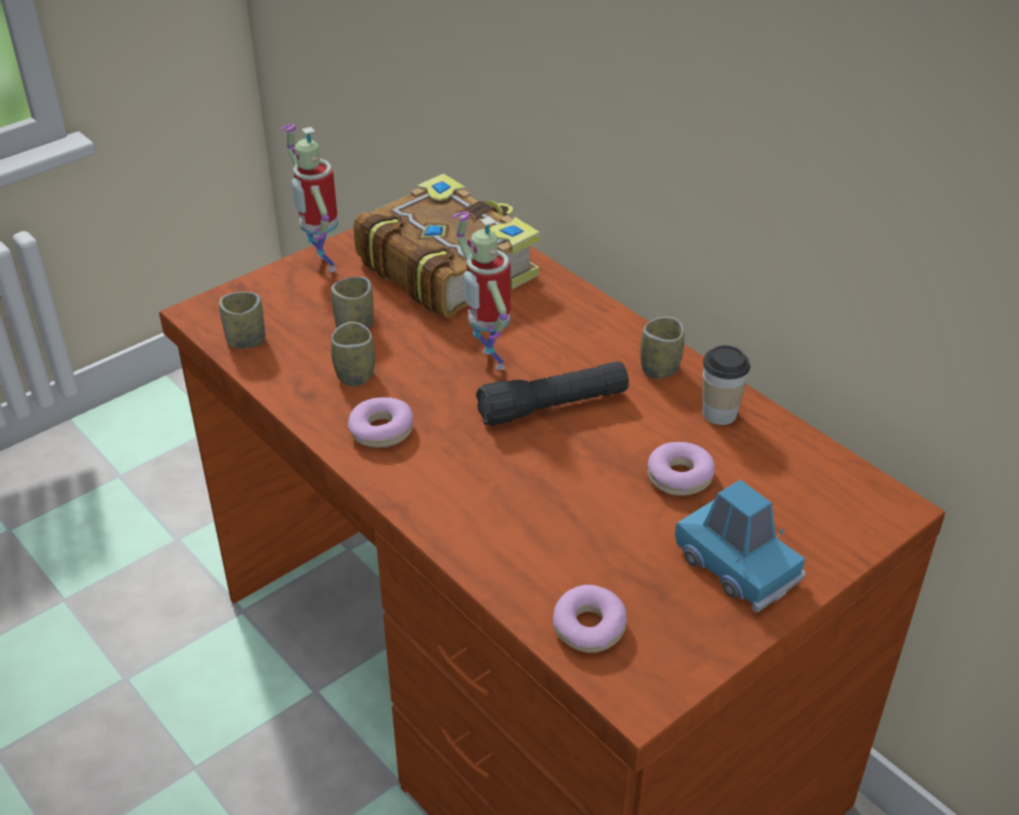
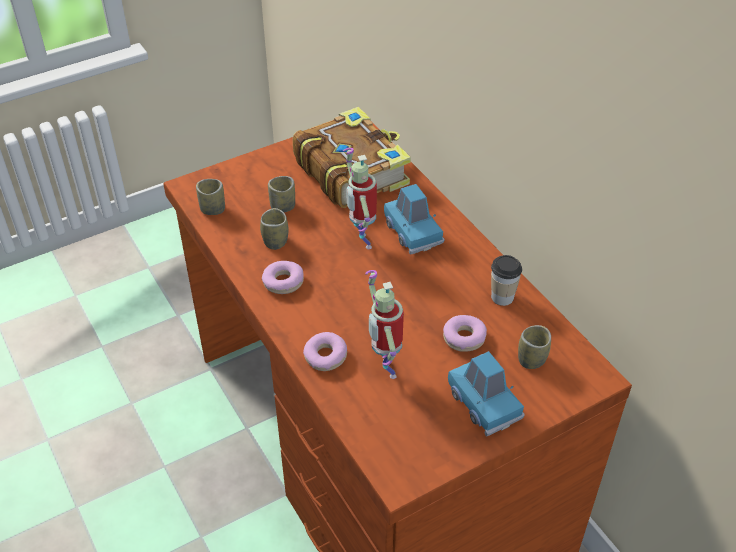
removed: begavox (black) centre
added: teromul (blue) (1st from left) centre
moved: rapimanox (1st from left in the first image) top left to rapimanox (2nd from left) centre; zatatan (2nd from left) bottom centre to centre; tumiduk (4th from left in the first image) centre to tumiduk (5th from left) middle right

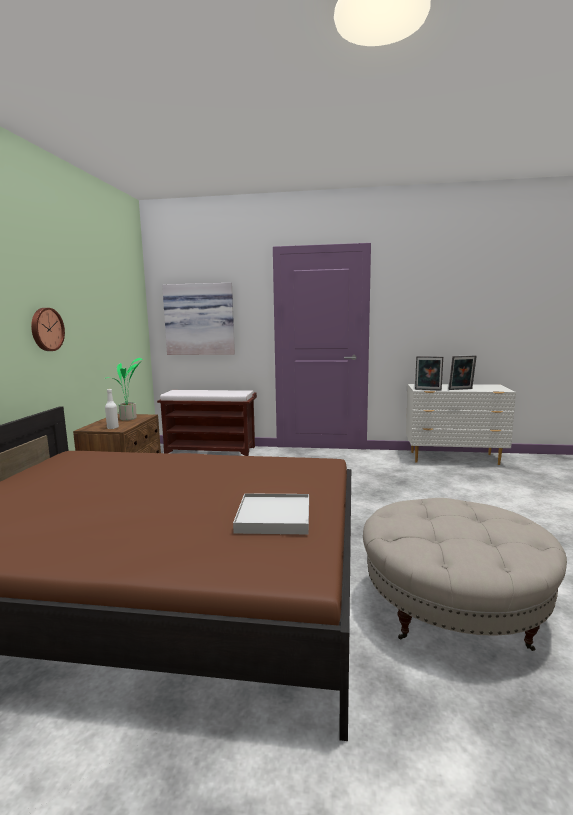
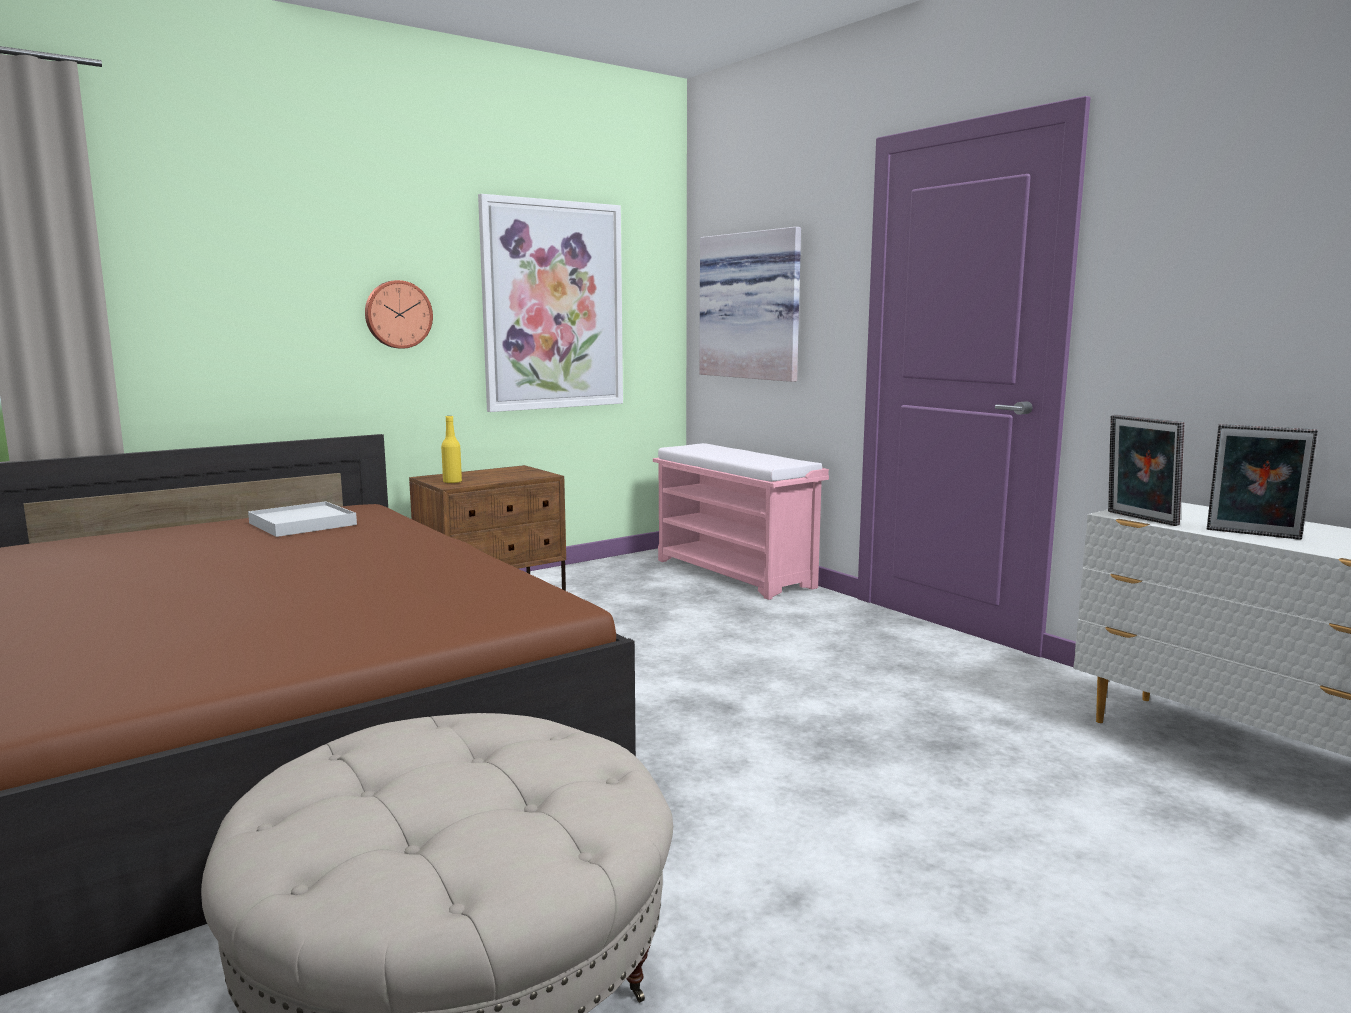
removed: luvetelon middle left
added: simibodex (1st from left) top centre
moved: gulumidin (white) centre to middle left
recoloured: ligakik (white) middle left to ligakik (yellow) centre; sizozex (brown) centre to sizozex (pink) centre

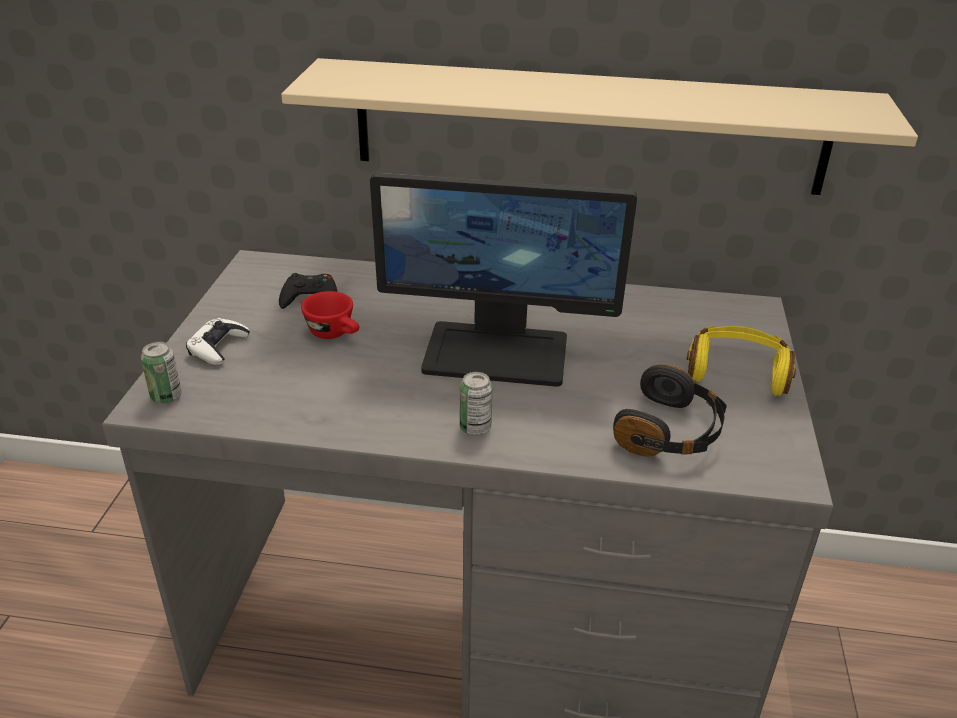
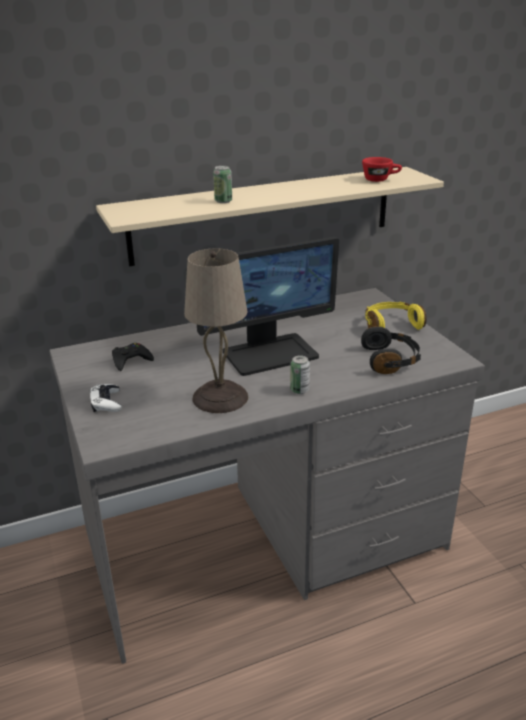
added: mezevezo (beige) centre
moved: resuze (1st from left) middle left to top centre; tumiduk (red) centre to top right

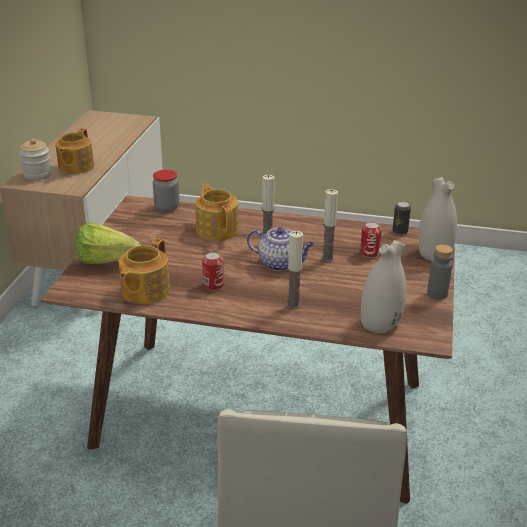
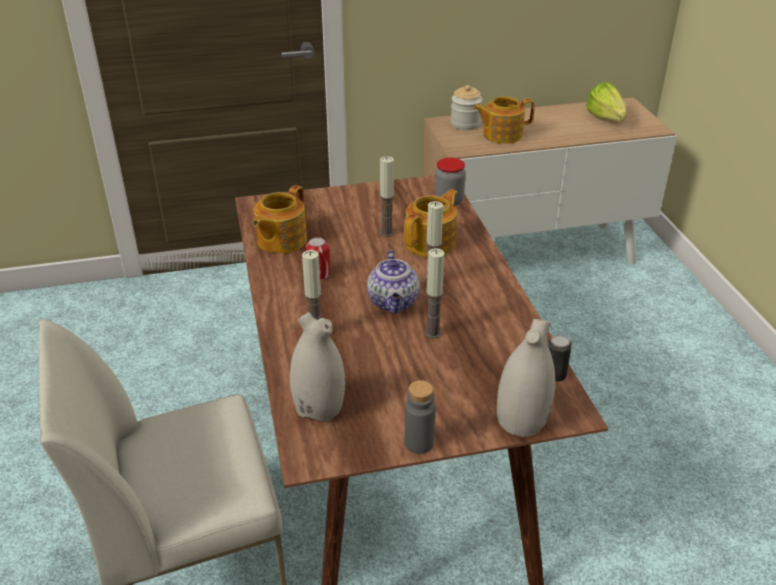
removed: resuze (2nd from left) middle right
added: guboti (2nd from left) centre
moved: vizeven middle left to top right
turned: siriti (2nd from left in the first image) middle left = centre 60 degrees counterclockwise

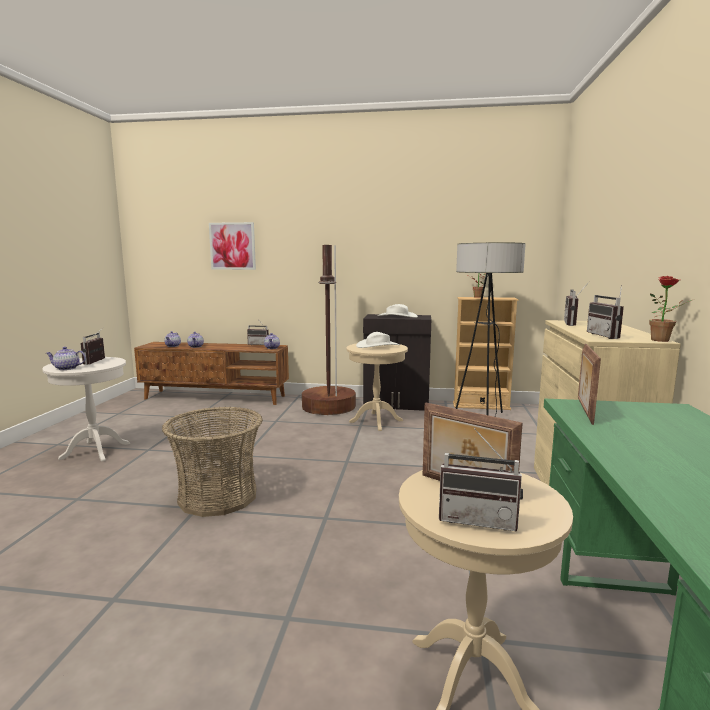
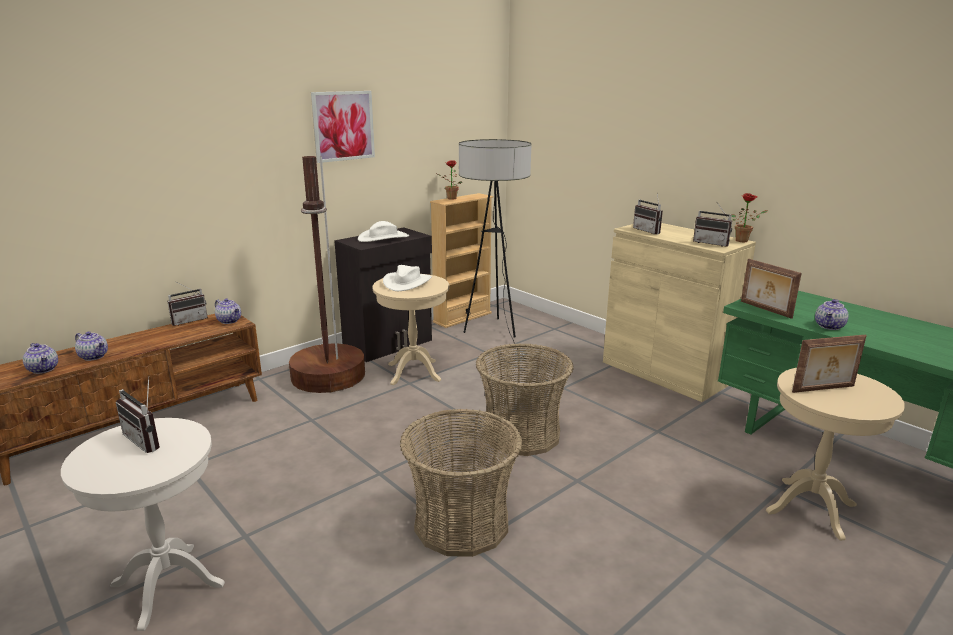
removed: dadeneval (3rd from left) bottom right
added: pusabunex (2nd from left) centre
moved: siriti (1st from left in the first image) middle left to siriti (4th from left) middle right; simibodex middle left to top centre

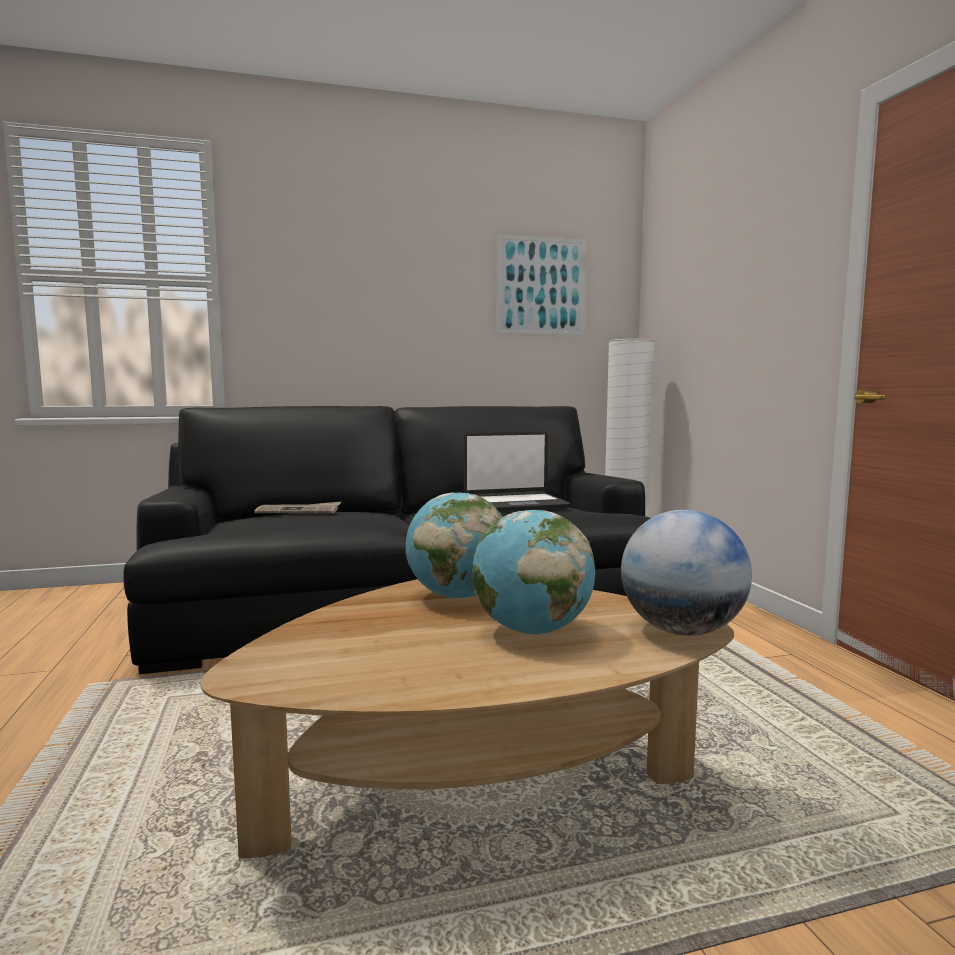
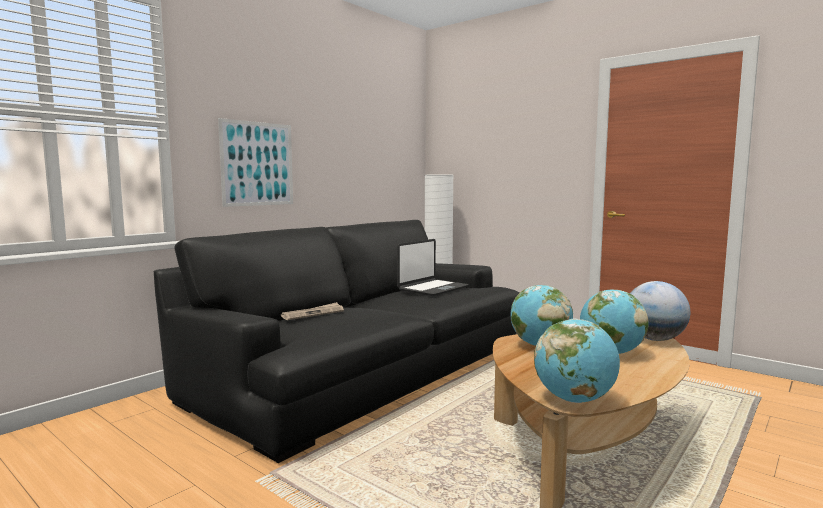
added: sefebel (2nd from left) bottom right
moved: simibodex top centre to top left

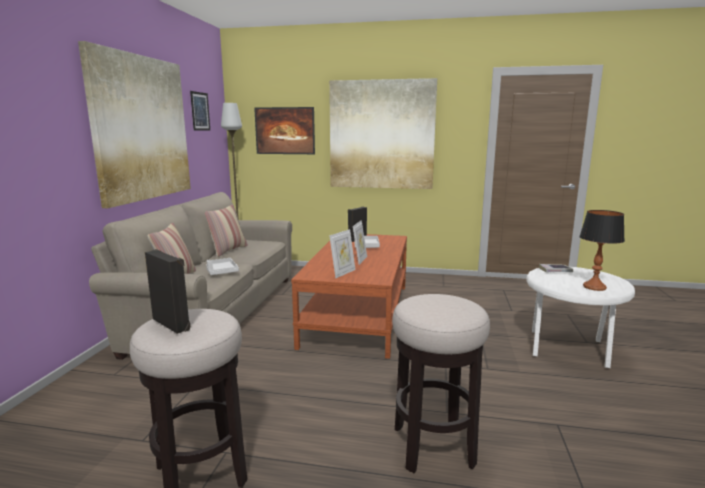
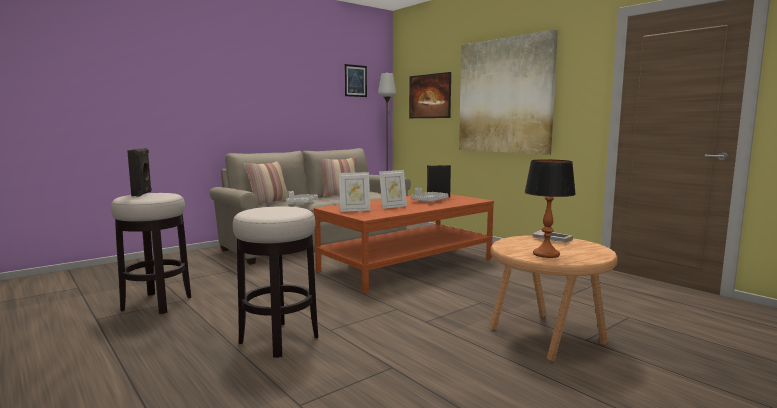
removed: simibodex (1st from left) top left
recoloured: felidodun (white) middle right to felidodun (brown) bottom right

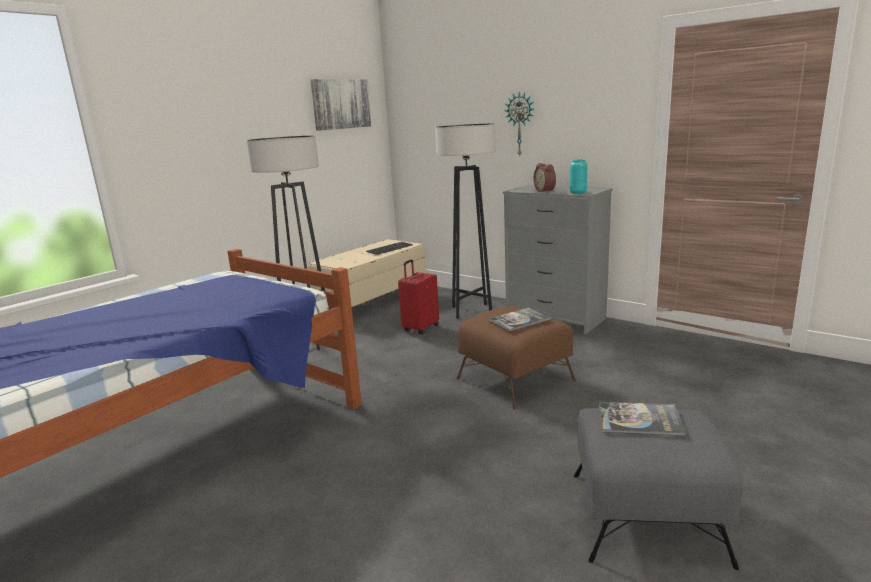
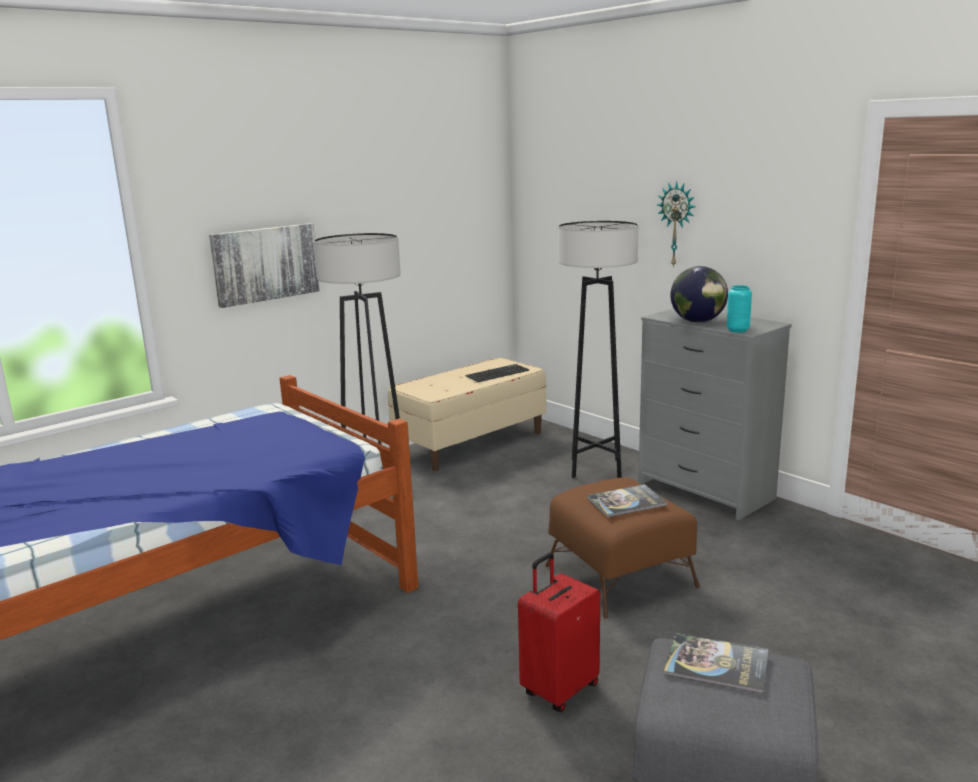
moved: simibodex top centre to middle left; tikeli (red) centre to bottom centre
replaced: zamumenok top centre to sefebel middle right

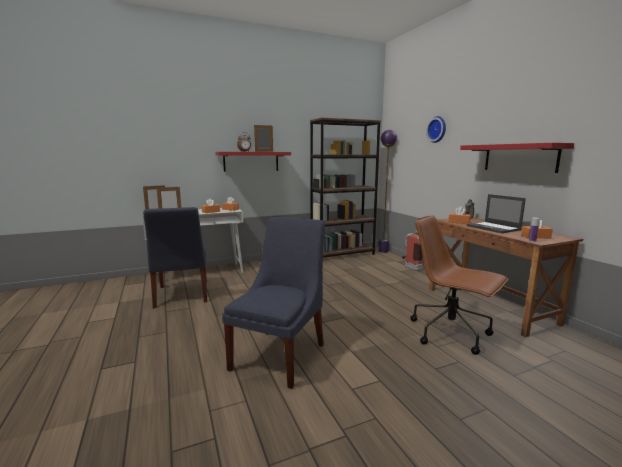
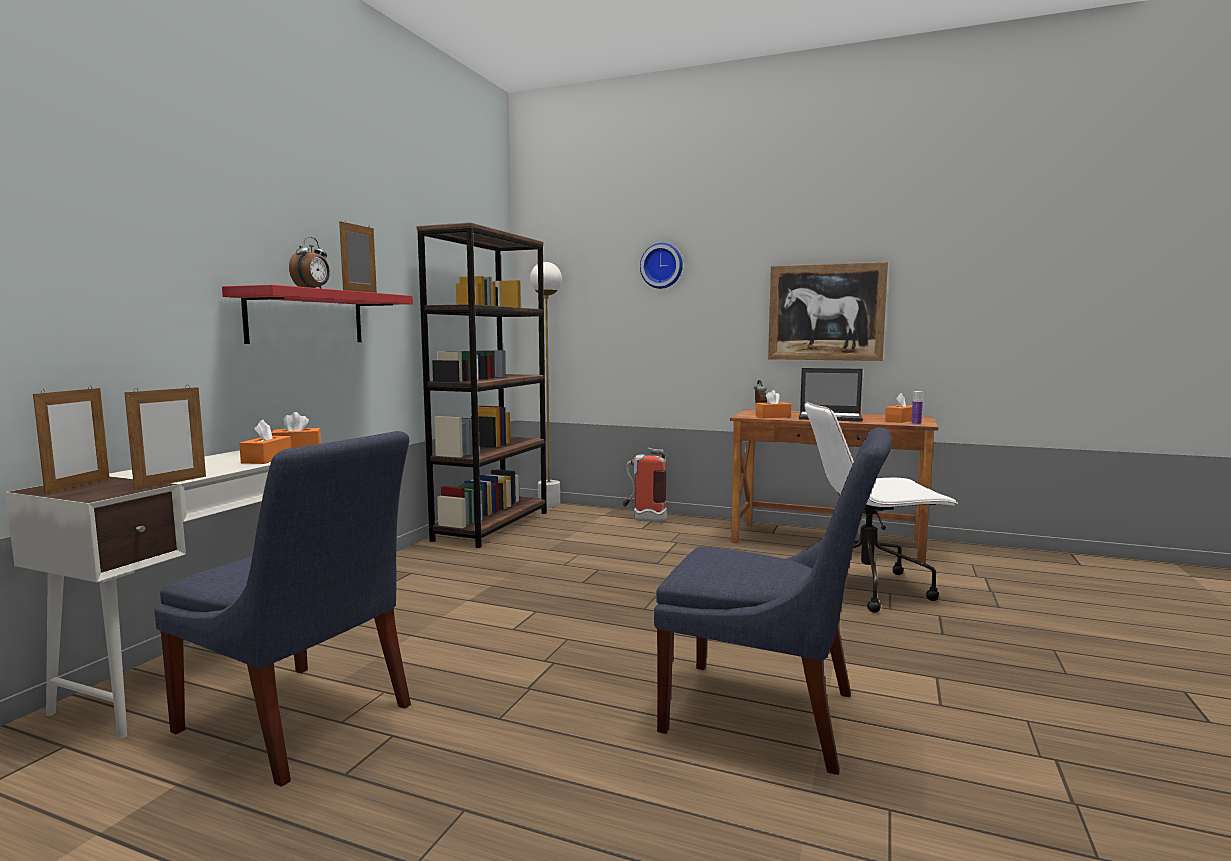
replaced: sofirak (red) (2nd from left) middle right to simibodex middle right
recoloured: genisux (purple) centre to genisux (white) centre; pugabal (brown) middle right to pugabal (white) middle right
turned: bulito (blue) (2nd from left) centre = bottom centre 135 degrees clockwise

